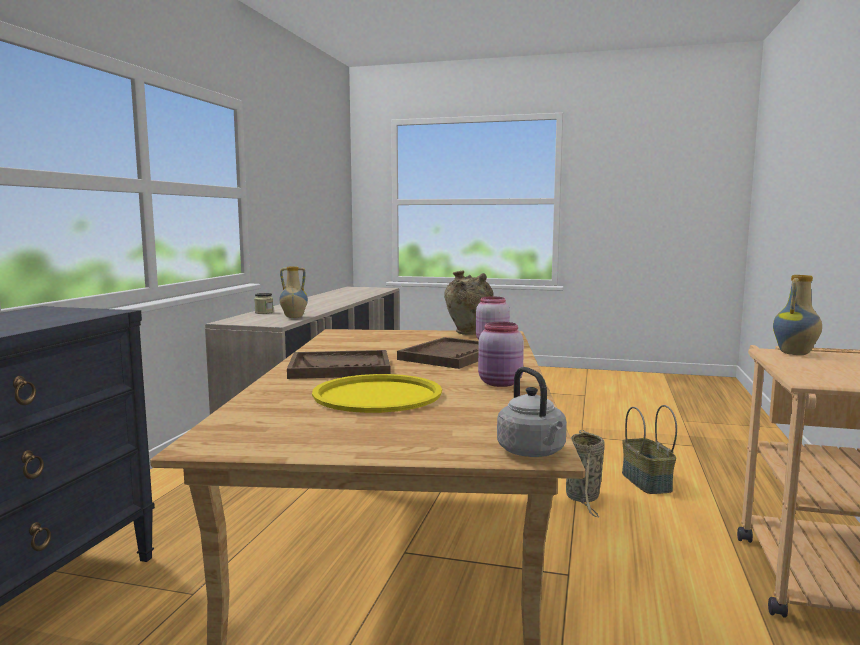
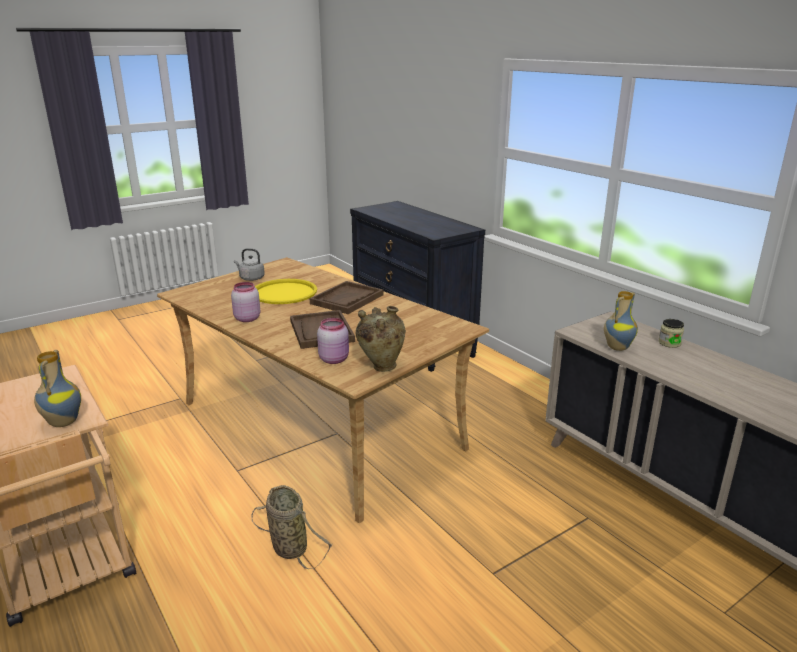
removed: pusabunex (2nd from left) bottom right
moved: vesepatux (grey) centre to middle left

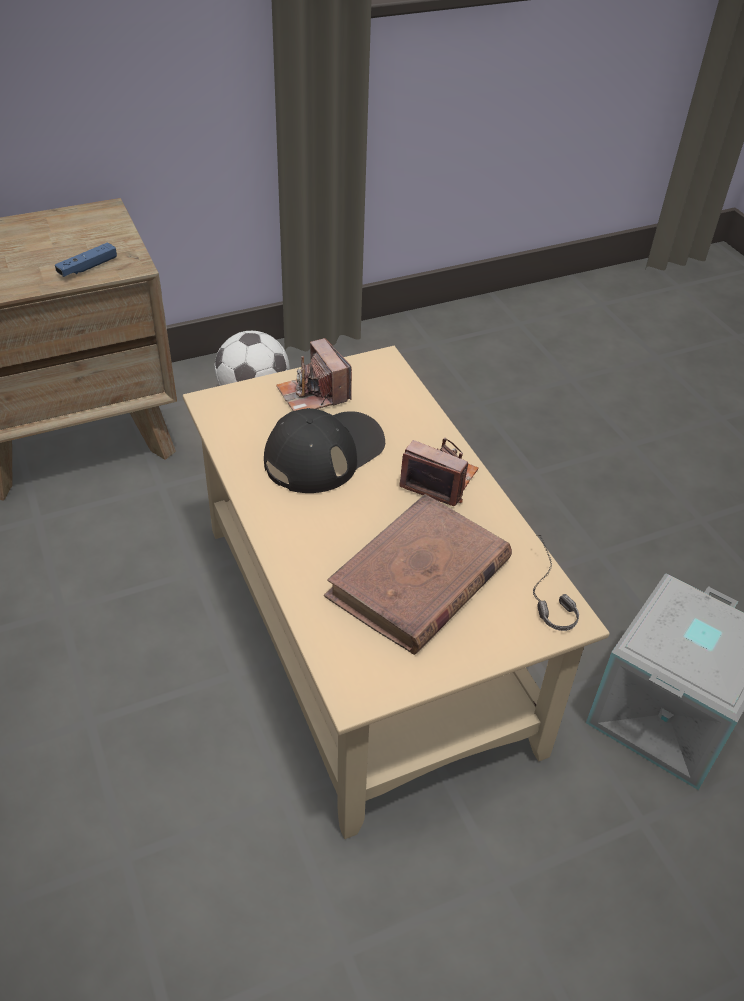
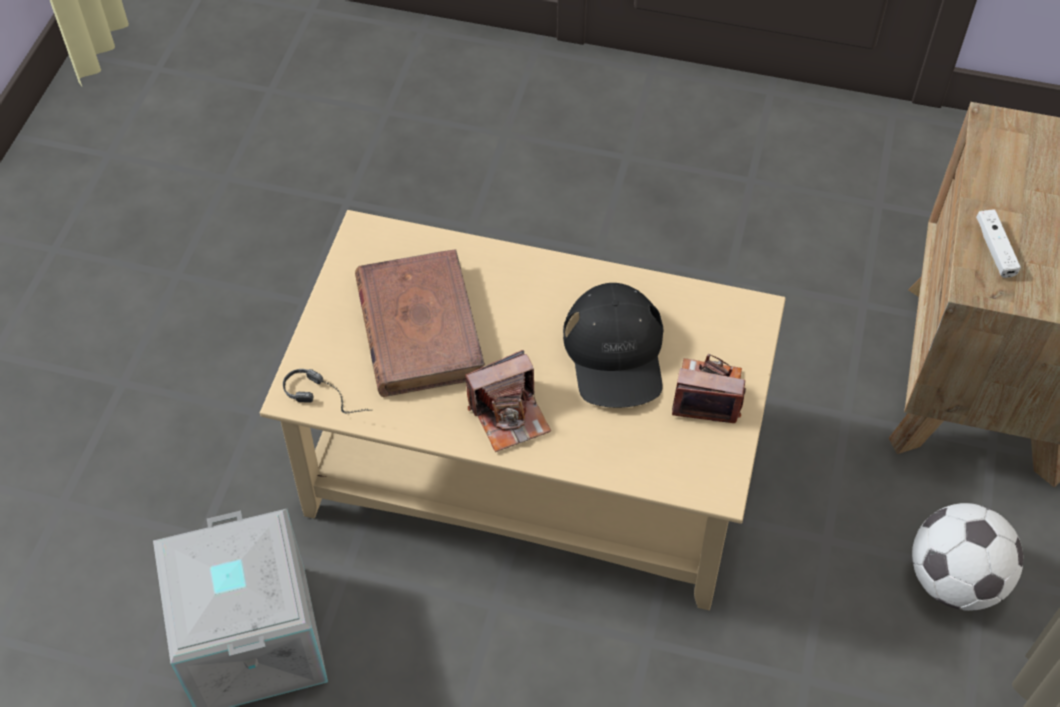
recoloured: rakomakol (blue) top left to rakomakol (white) middle right

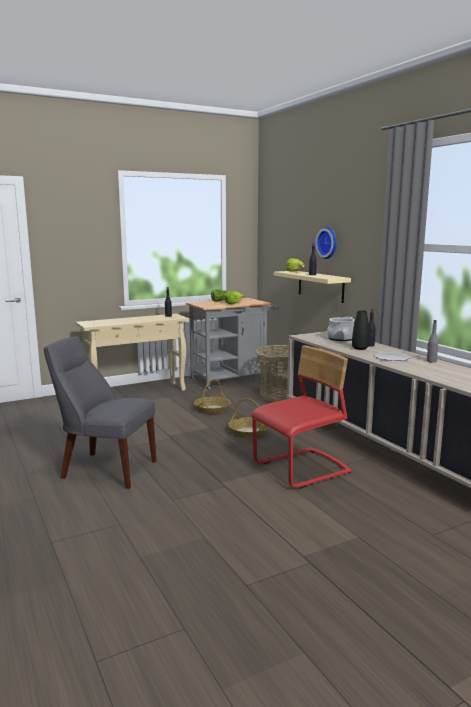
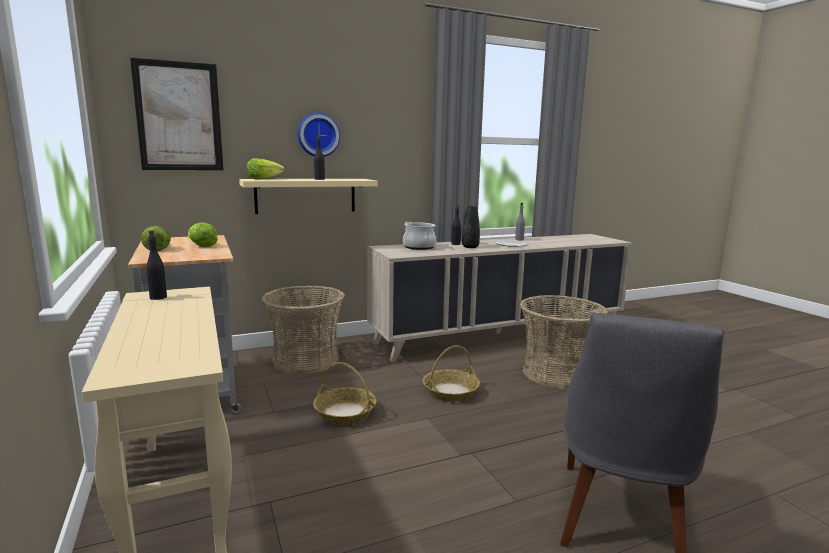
added: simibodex top left
replaced: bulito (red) centre to pusabunex (4th from left) middle right

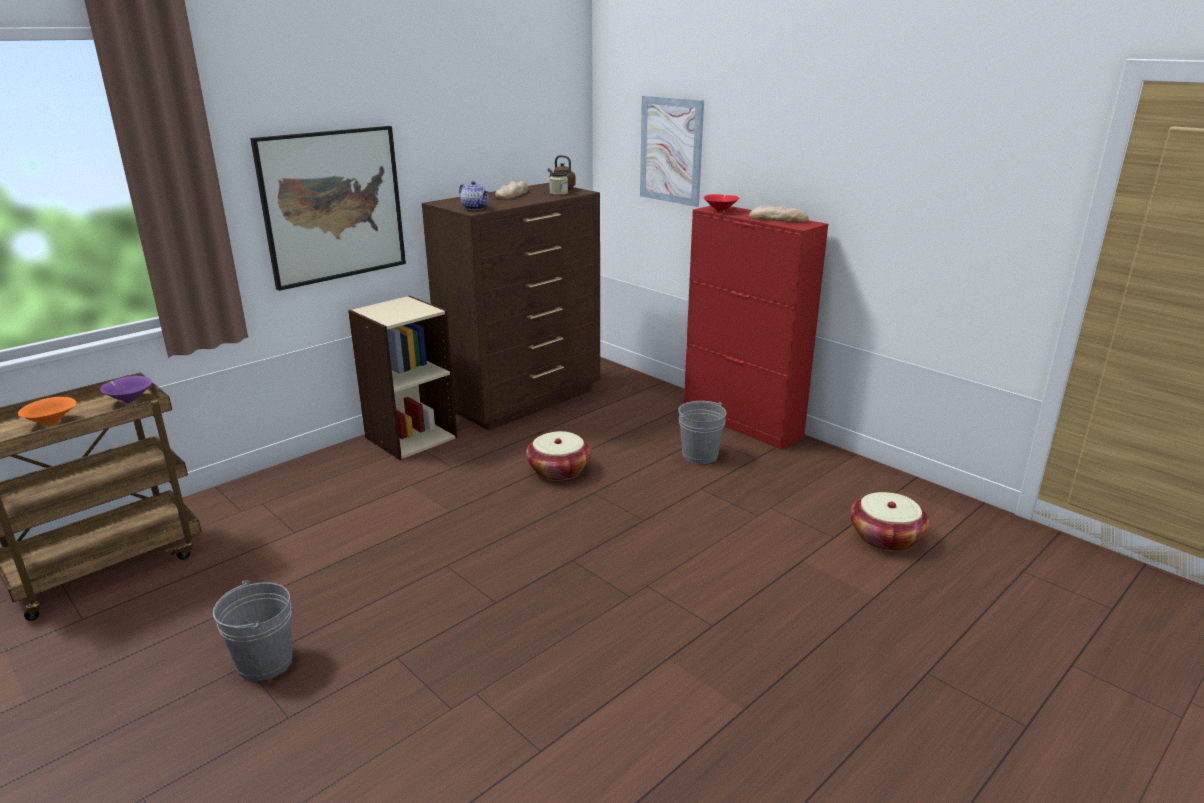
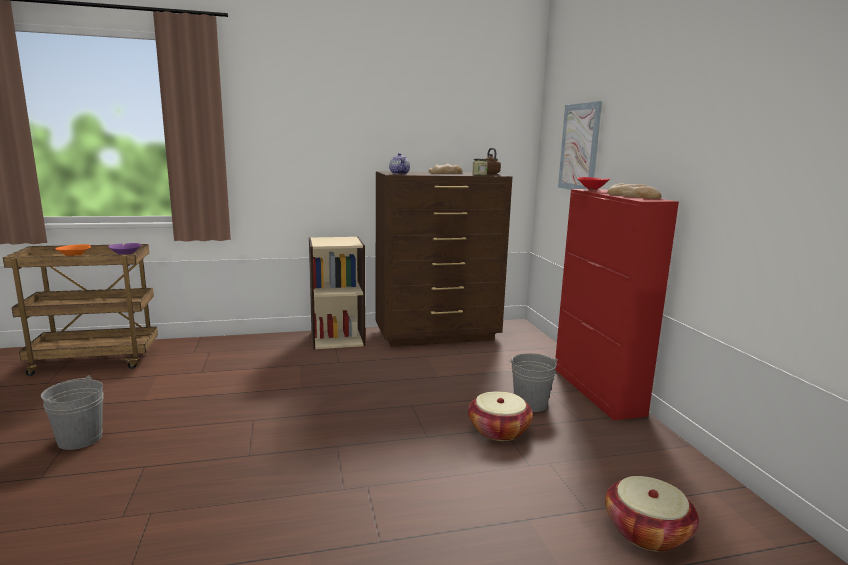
removed: simibodex (1st from left) top left
moved: pusabunex (1st from left) centre to bottom centre

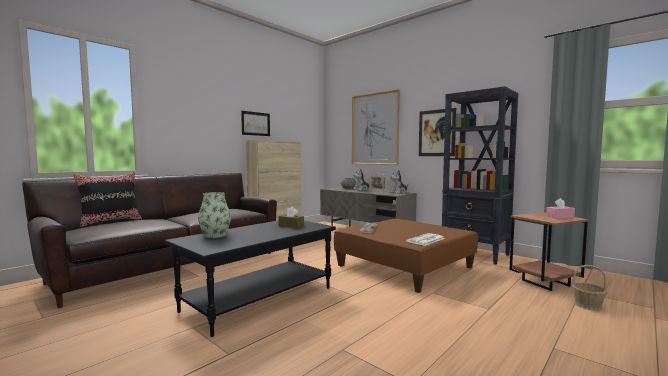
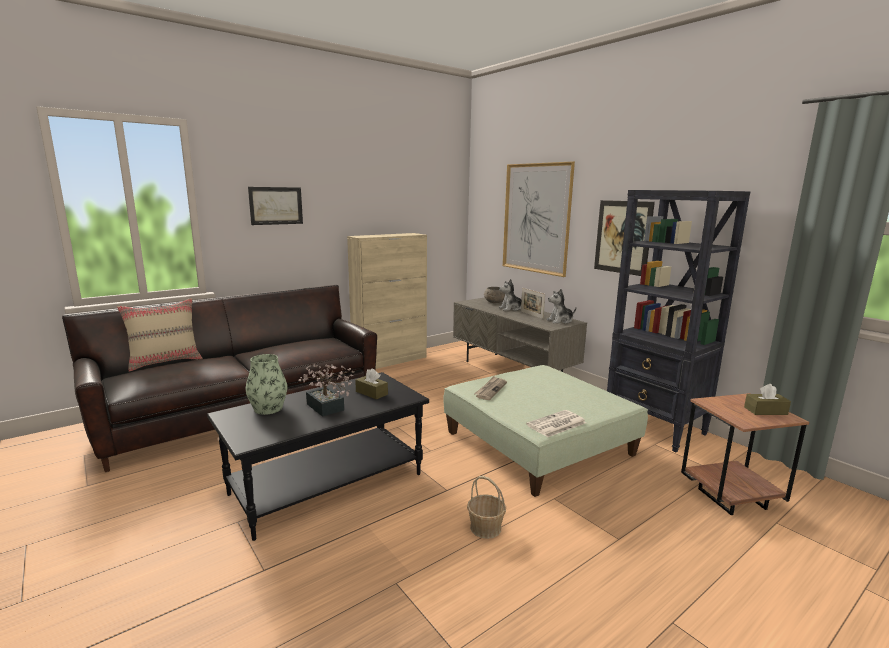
added: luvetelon centre
moved: simibodex (1st from left) top centre to top left; pusabunex bottom right to bottom centre
recoloured: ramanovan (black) middle left to ramanovan (beige) middle left; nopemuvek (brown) bottom centre to nopemuvek (green) centre; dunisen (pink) middle right to dunisen (brown) (2nd from left) middle right

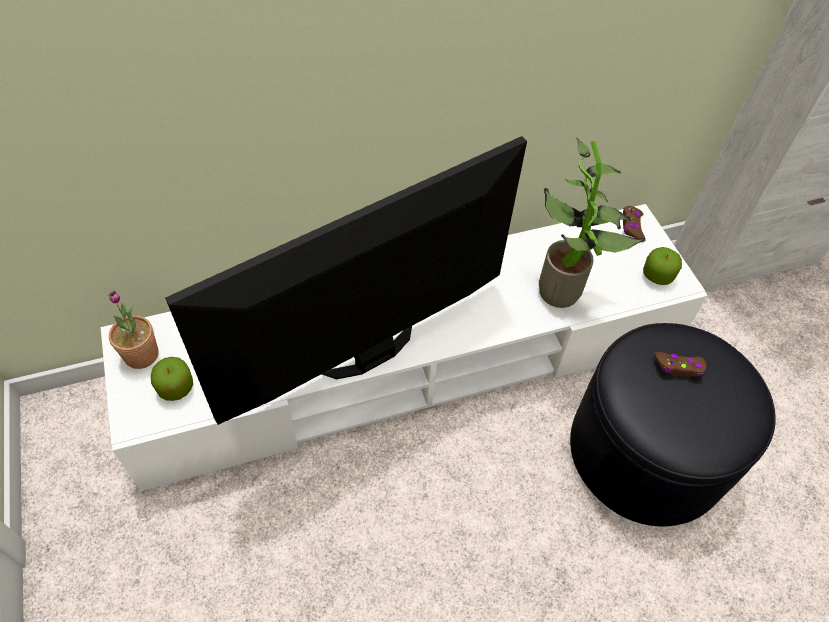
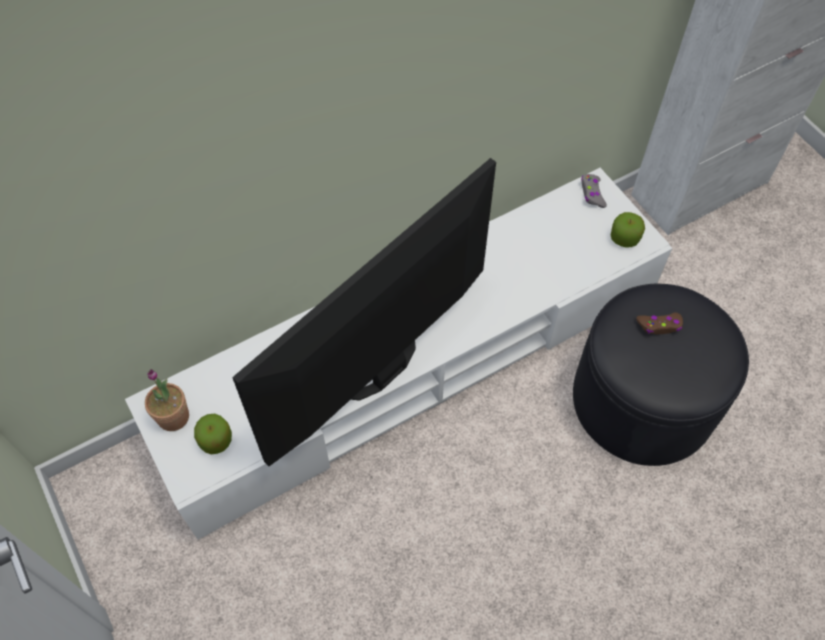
removed: luvetelon (2nd from left) middle right
recoloured: rakomakol (brown) (1st from left) middle right to rakomakol (grey) top right

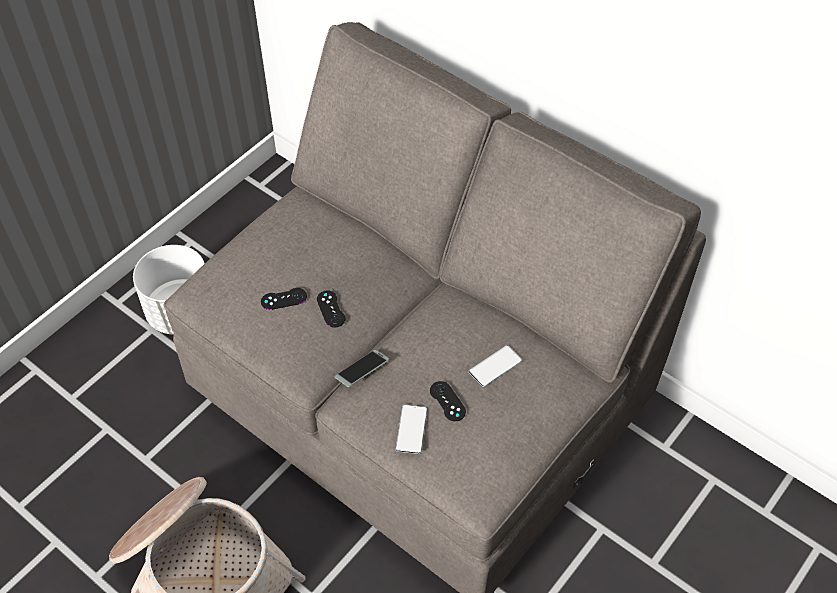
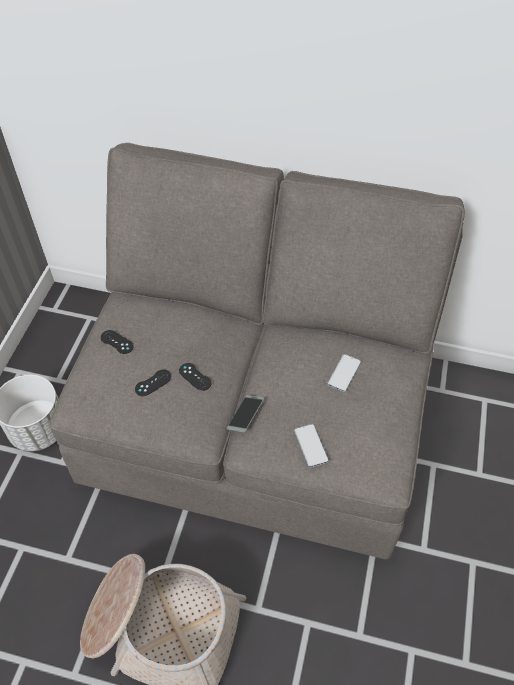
moved: rakomakol (black) (3rd from left in the first image) bottom centre to rakomakol (black) (1st from left) middle left

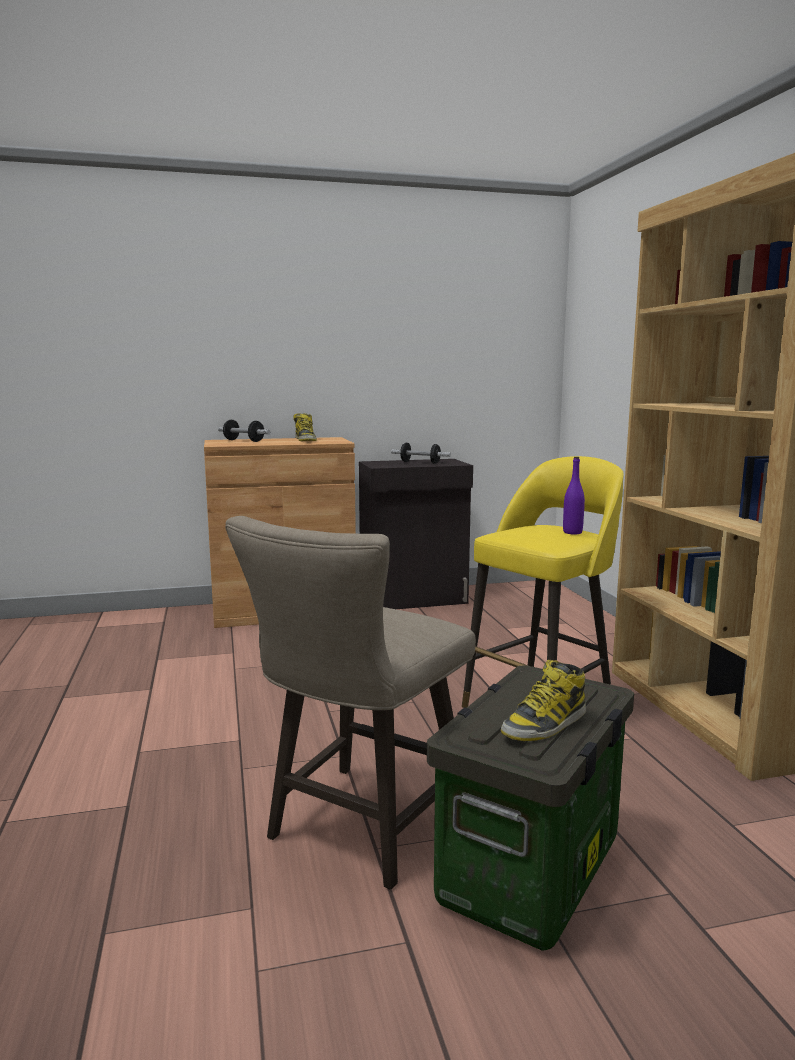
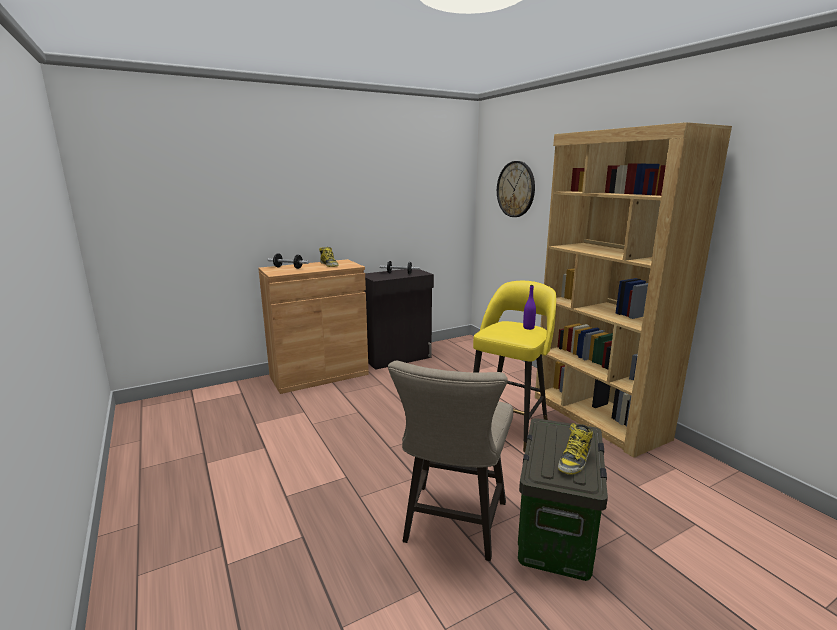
added: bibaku top centre

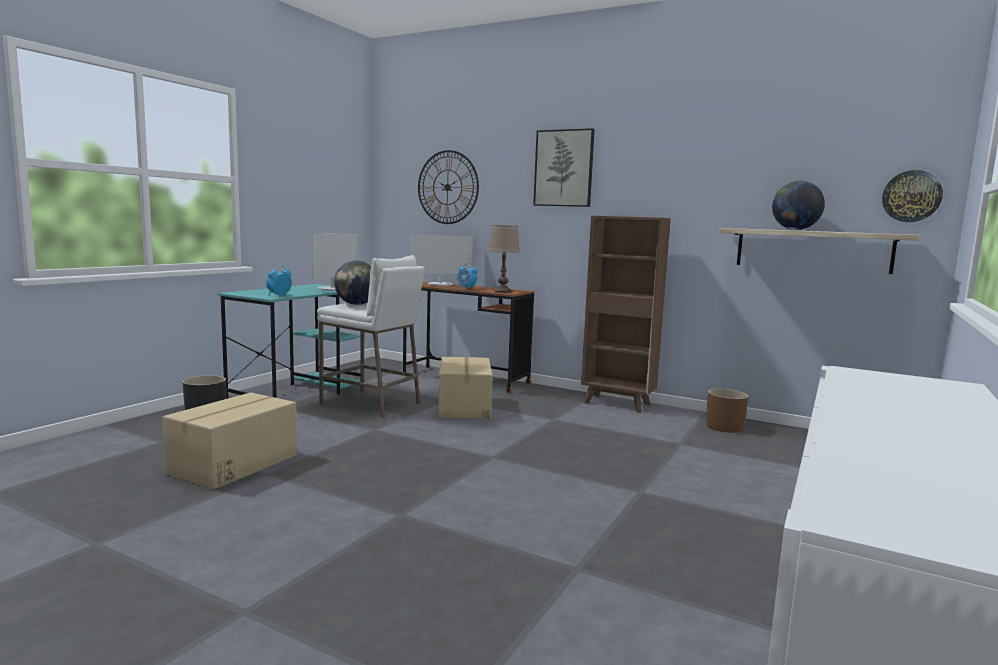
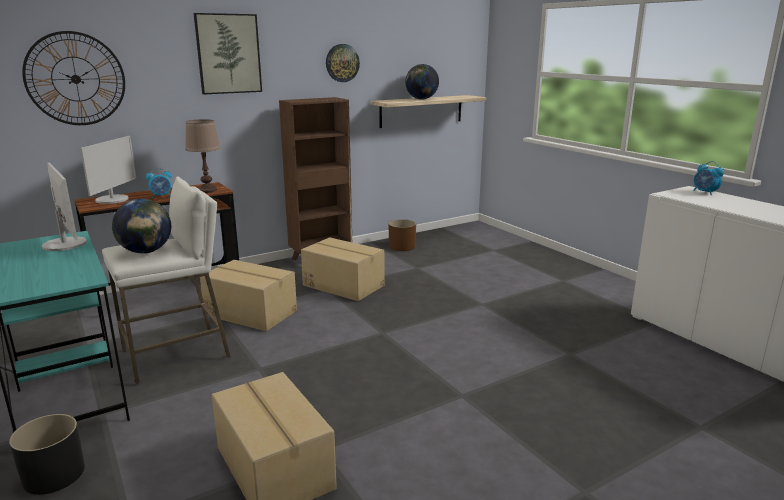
added: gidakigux (3rd from left) centre
moved: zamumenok (1st from left in the first image) middle left to zamumenok (2nd from left) middle right; bibaku (2nd from left) top right to top centre

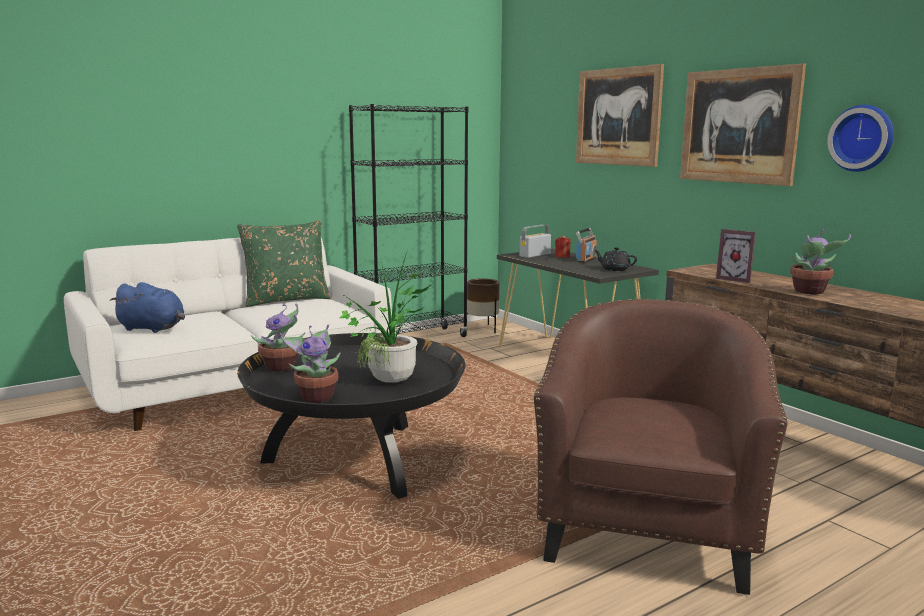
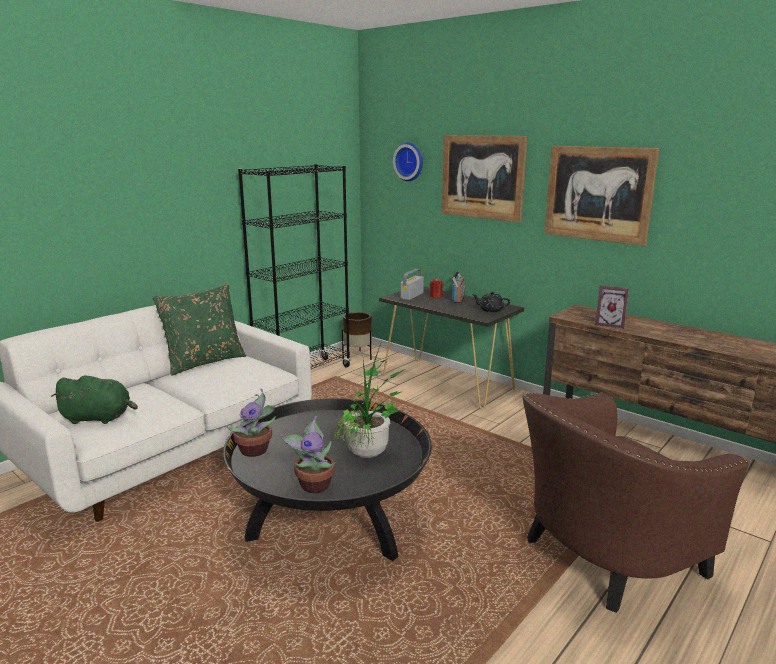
removed: luvetelon (4th from left) middle right
moved: bibaku top right to top centre
recoloured: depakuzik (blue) middle left to depakuzik (green) middle left
turned: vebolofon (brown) bottom right = bottom right 120 degrees counterclockwise

